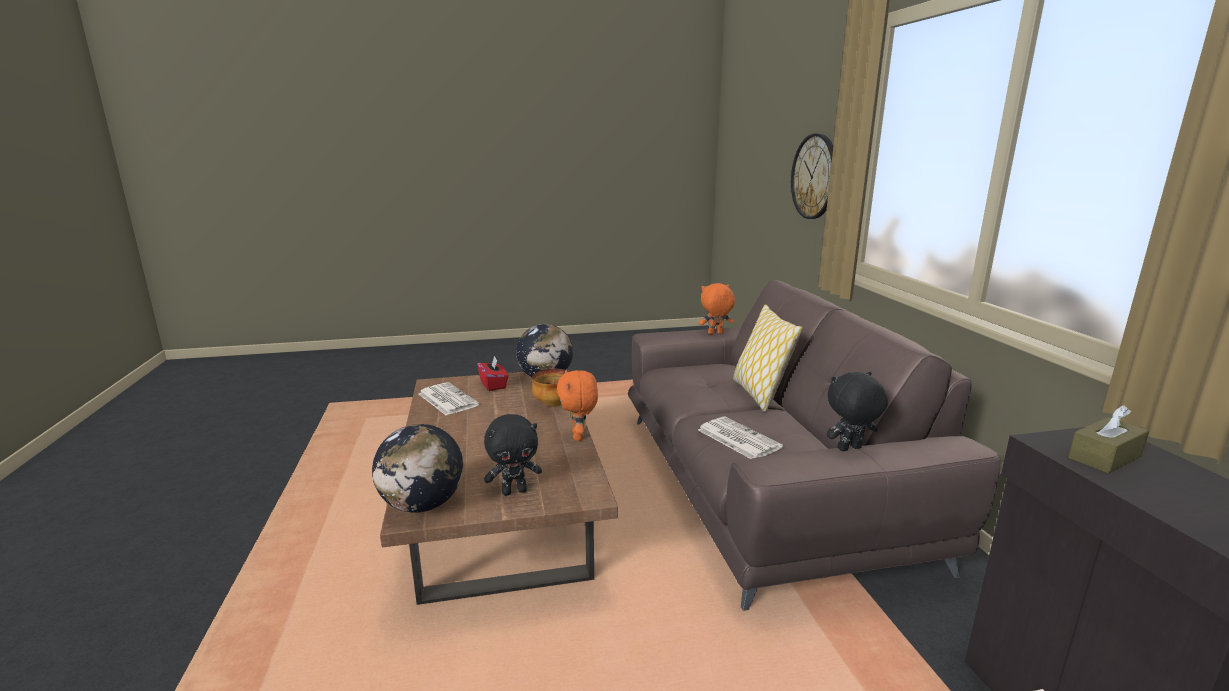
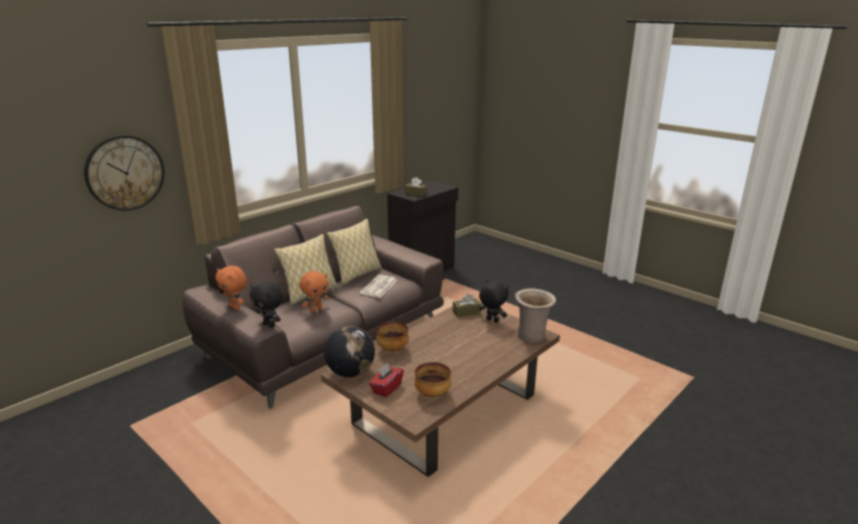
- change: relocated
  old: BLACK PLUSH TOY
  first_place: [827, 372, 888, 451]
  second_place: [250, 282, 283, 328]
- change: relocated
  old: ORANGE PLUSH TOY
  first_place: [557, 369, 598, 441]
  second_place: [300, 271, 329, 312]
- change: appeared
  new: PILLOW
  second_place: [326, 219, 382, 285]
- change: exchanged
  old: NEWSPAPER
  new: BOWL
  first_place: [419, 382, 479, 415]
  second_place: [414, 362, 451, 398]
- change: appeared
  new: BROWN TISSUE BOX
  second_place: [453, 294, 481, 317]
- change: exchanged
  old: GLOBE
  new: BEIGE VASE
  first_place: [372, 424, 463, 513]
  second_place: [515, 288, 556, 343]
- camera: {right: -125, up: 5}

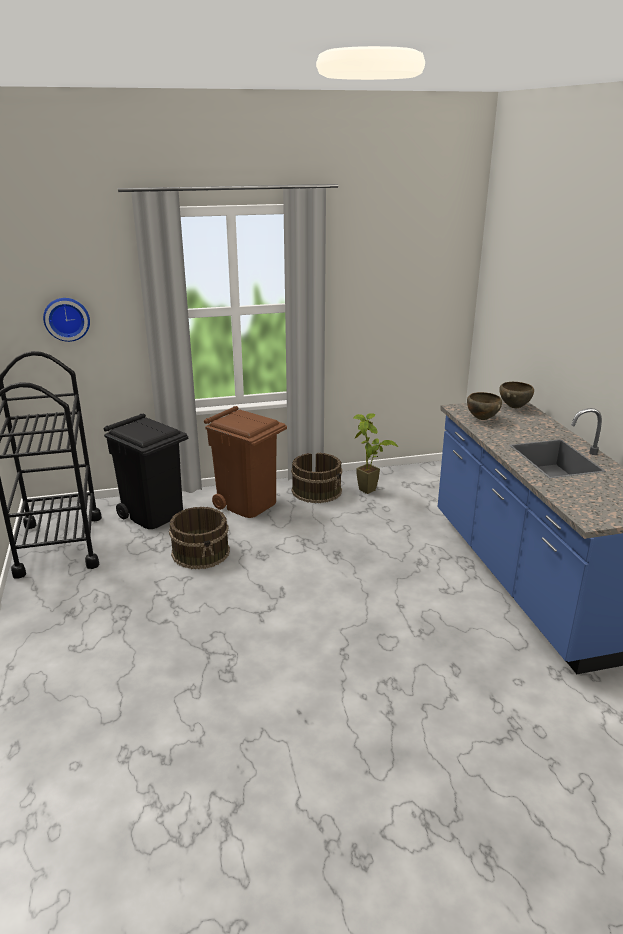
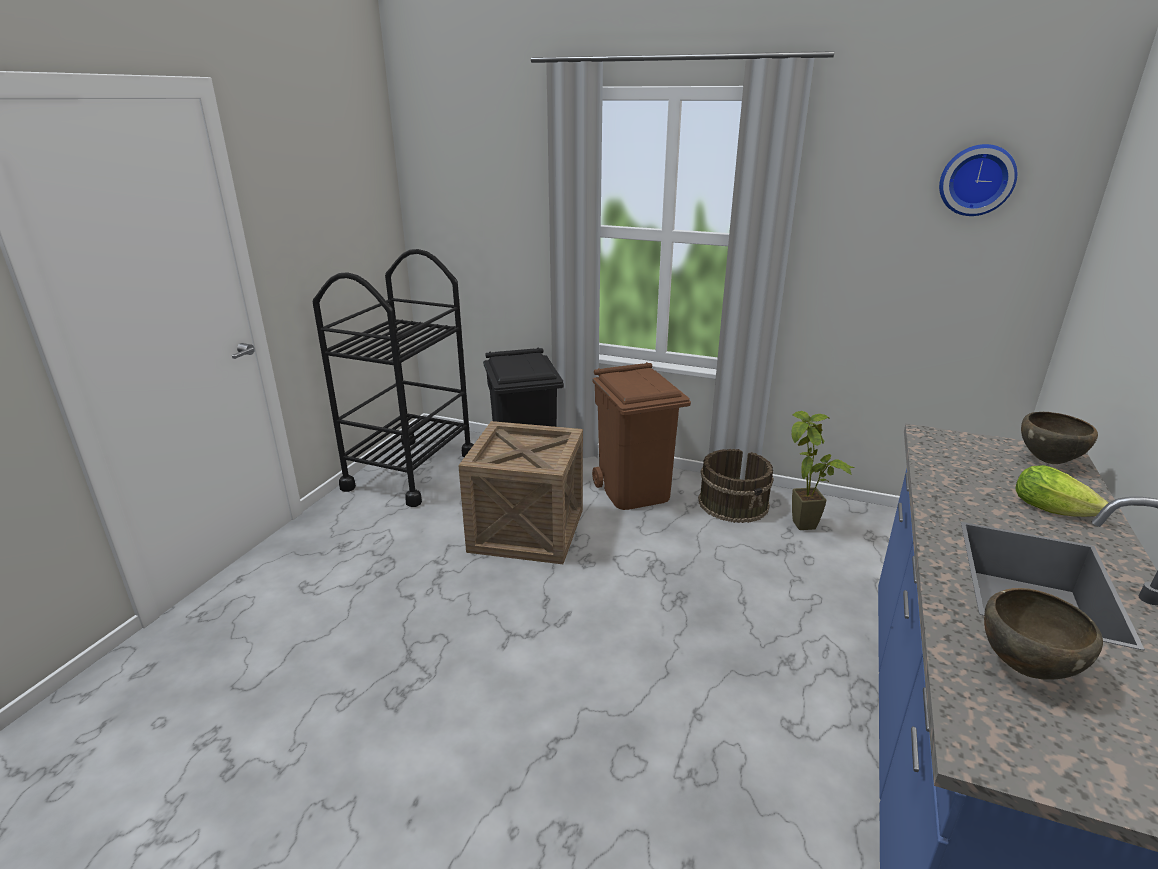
- change: exchanged
  old: BROWN BUCKET
  new: CRATE
  first_place: [169, 507, 230, 569]
  second_place: [458, 421, 583, 564]
- change: relocated
  old: WALL CLOCK
  first_place: [43, 298, 90, 342]
  second_place: [939, 144, 1017, 216]
- change: relocated
  old: BROWN BOWL
  first_place: [467, 392, 502, 420]
  second_place: [984, 588, 1103, 680]
- change: appeared
  new: LETTUCE
  second_place: [1016, 465, 1109, 517]
- camera: {right: 35, up: 0}

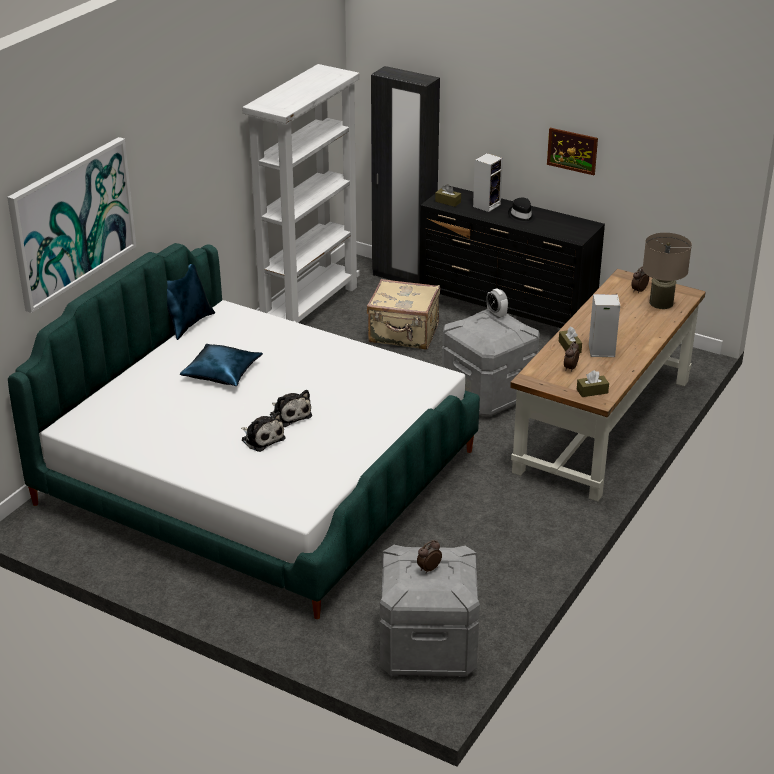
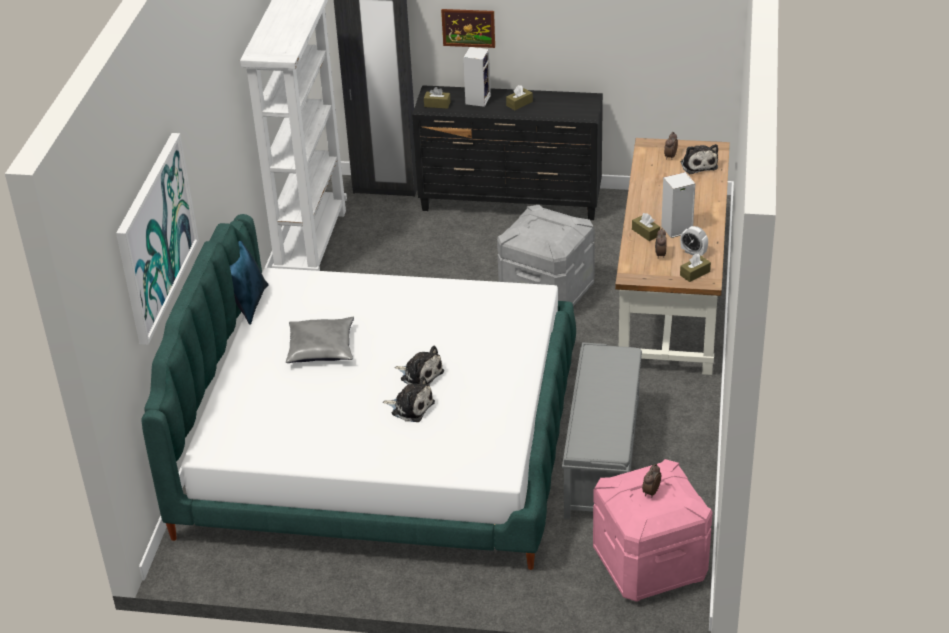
- change: colour
  old: BLUE PILLOW
  new: GREY PILLOW
  first_place: [180, 344, 263, 386]
  second_place: [286, 317, 354, 363]
- change: relocated
  old: PICTURE
  first_place: [547, 128, 598, 175]
  second_place: [441, 9, 495, 48]
- change: exchanged
  old: BLACK HAT
  new: BROWN TISSUE BOX
  first_place: [508, 198, 535, 223]
  second_place: [506, 85, 533, 110]
- change: appeared
  new: GREY BENCH
  second_place: [562, 342, 642, 519]
- change: colour
  old: GREY STORAGE BOX
  new: PINK STORAGE BOX
  first_place: [380, 545, 480, 677]
  second_place: [593, 459, 713, 602]
- change: relocated
  old: ALARM CLOCK
  first_place: [486, 289, 508, 318]
  second_place: [680, 226, 708, 256]
- change: exchanged
  old: BEIGE TABLE LAMP
  new: PLUSH TOY
  first_place: [643, 233, 692, 309]
  second_place: [681, 144, 718, 174]
- change: missing
  old: BEIGE SUITCASE
  first_place: [367, 279, 440, 349]
- camera: {right: -20, up: 5}

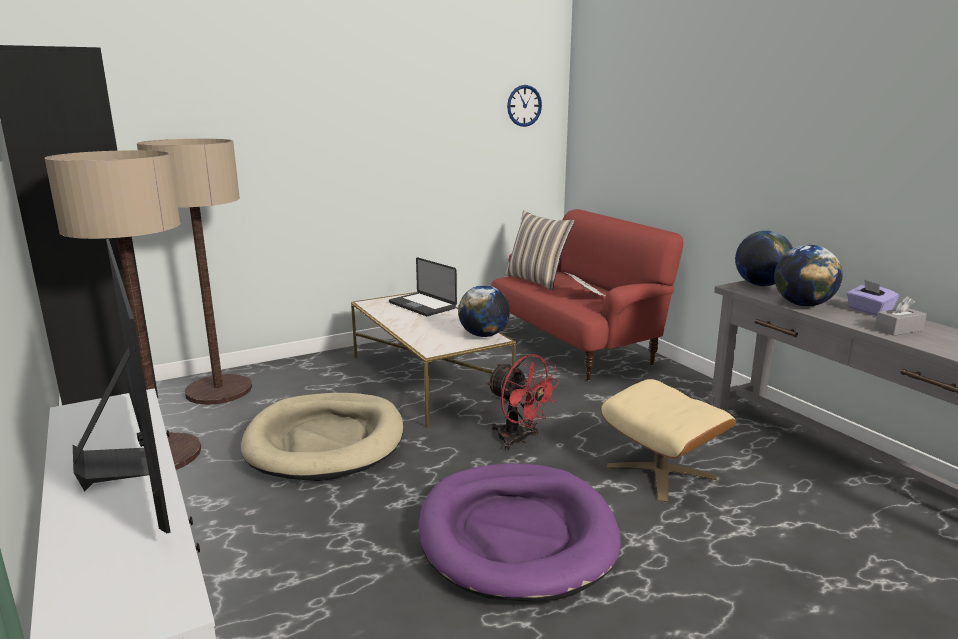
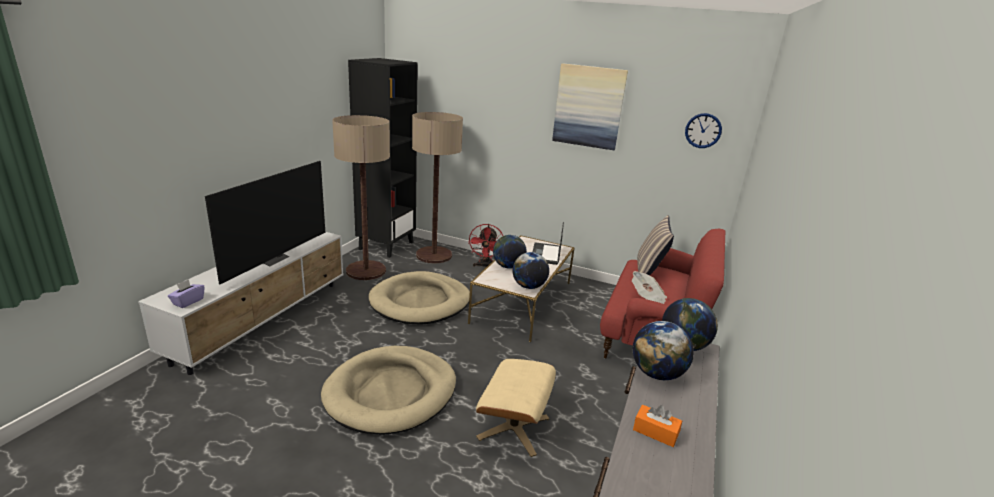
- change: relocated
  old: PURPLE TISSUE BOX
  first_place: [847, 280, 899, 316]
  second_place: [168, 279, 205, 308]
- change: colour
  old: PURPLE DOG BED
  new: BEIGE DOG BED
  first_place: [418, 463, 621, 602]
  second_place: [321, 346, 456, 435]
- change: relocated
  old: RED FAN
  first_place: [486, 354, 560, 451]
  second_place: [468, 224, 503, 268]
- change: appeared
  new: GLOBE
  second_place: [493, 235, 527, 269]
- change: appeared
  new: PICTURE
  second_place: [552, 63, 628, 150]
- change: colour
  old: GREY TISSUE BOX
  new: ORANGE TISSUE BOX
  first_place: [874, 296, 927, 336]
  second_place: [633, 405, 682, 447]
- camera: {right: 50, up: 5}

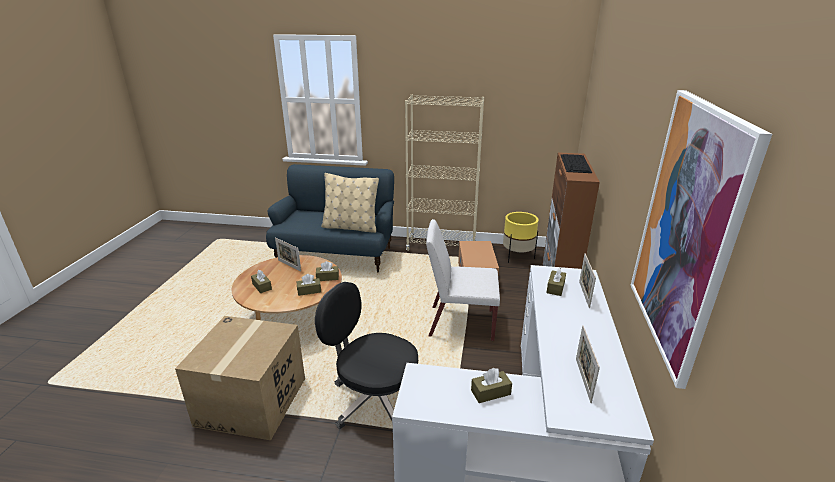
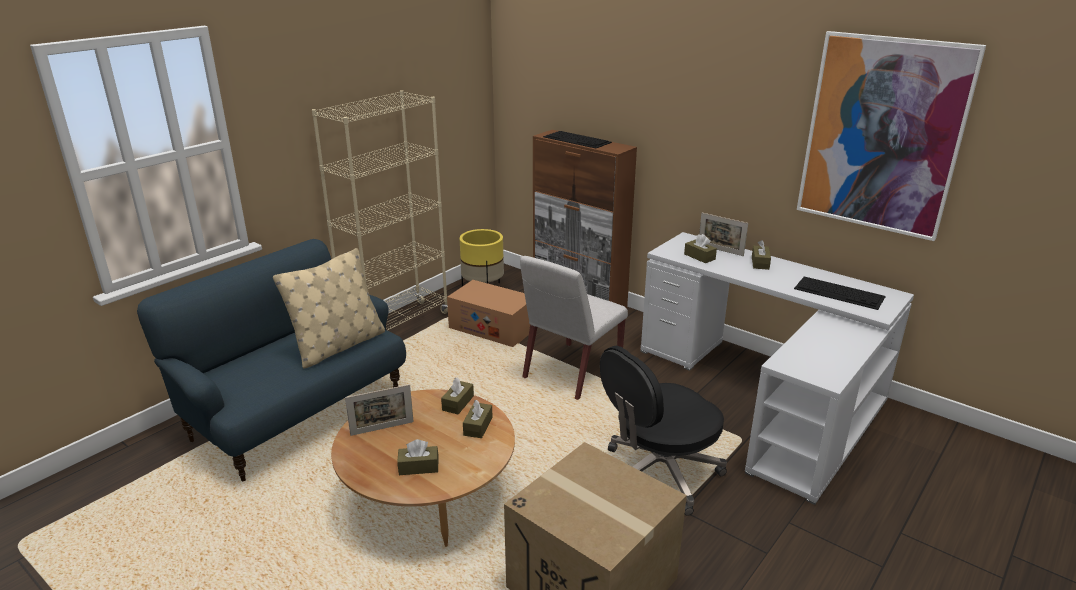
- change: relocated
  old: BROWN TISSUE BOX
  first_place: [471, 368, 512, 403]
  second_place: [752, 240, 771, 270]
- change: exchanged
  old: PICTURE FRAME
  new: KEYBOARD
  first_place: [576, 325, 600, 403]
  second_place: [794, 276, 886, 310]
- camera: {right: -60, up: 0}

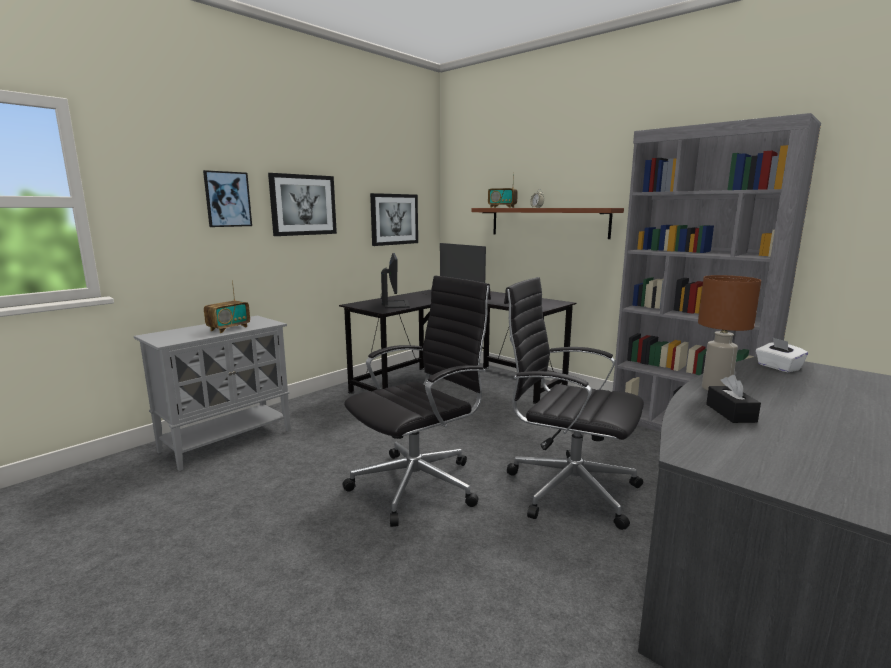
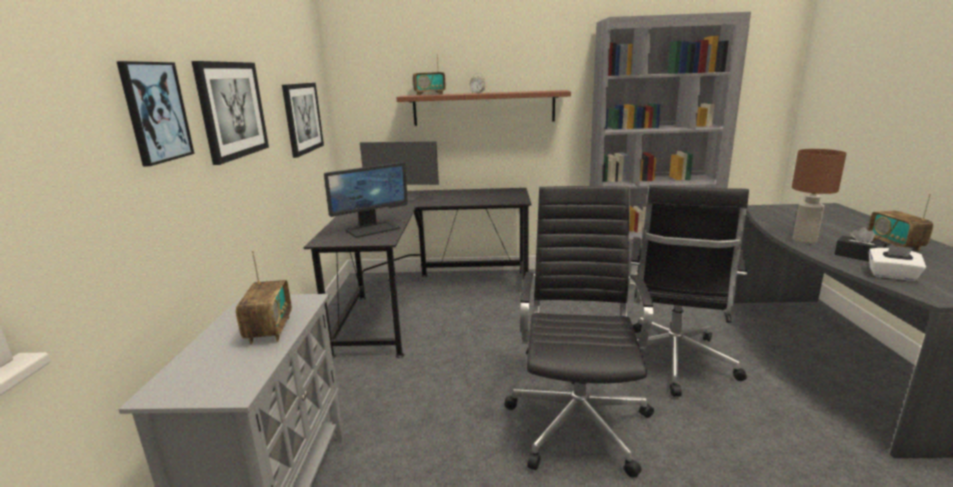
- change: spun
  old: MONITOR
  first_place: [381, 253, 410, 308]
  second_place: [324, 162, 408, 238]
  degrees: 105
- change: spun
  old: BLACK OFFICE CHAIR
  first_place: [504, 277, 644, 530]
  second_place: [630, 185, 749, 397]
  degrees: -60
- change: appeared
  new: RADIO
  second_place: [868, 194, 933, 251]
- change: relocated
  old: WHITE TISSUE BOX
  first_place: [756, 338, 808, 372]
  second_place: [869, 245, 926, 281]
- camera: {right: -40, up: 5}

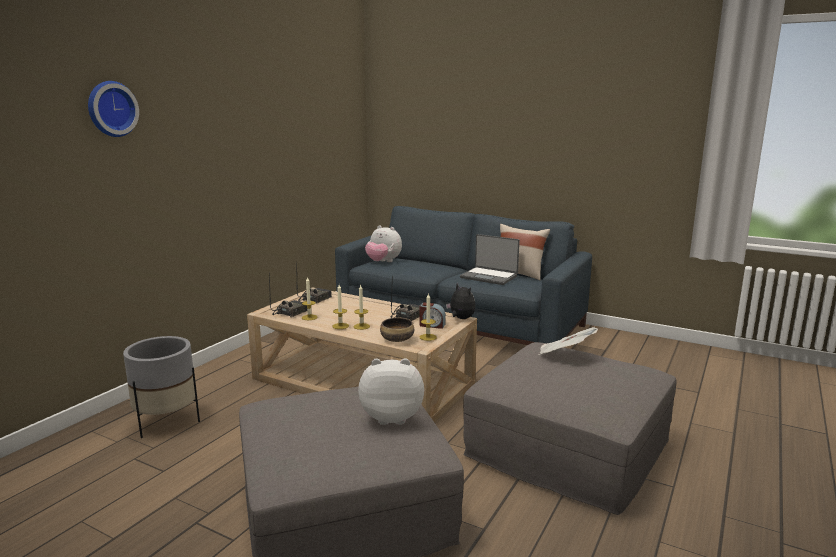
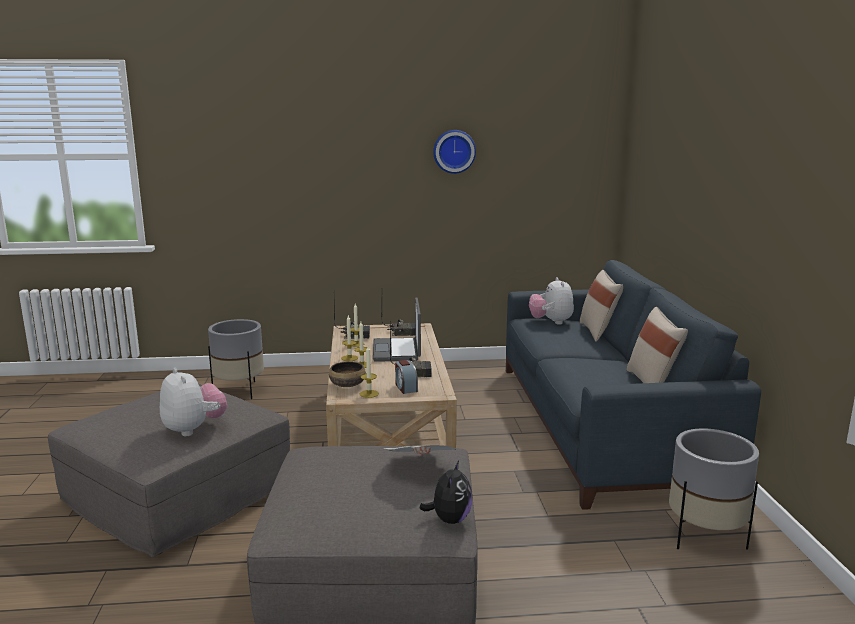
- change: relocated
  old: LAPTOP
  first_place: [460, 234, 520, 285]
  second_place: [373, 298, 421, 362]
- change: relocated
  old: PLUSH TOY
  first_place: [446, 283, 476, 319]
  second_place: [419, 461, 473, 524]
- change: relocated
  old: WALL CLOCK
  first_place: [88, 81, 139, 137]
  second_place: [433, 130, 476, 174]
- change: appeared
  new: BEIGE PILLOW
  second_place: [580, 270, 623, 342]
- change: appeared
  new: GREY PLANTER
  second_place: [669, 428, 759, 550]
- camera: {right: 55, up: 0}

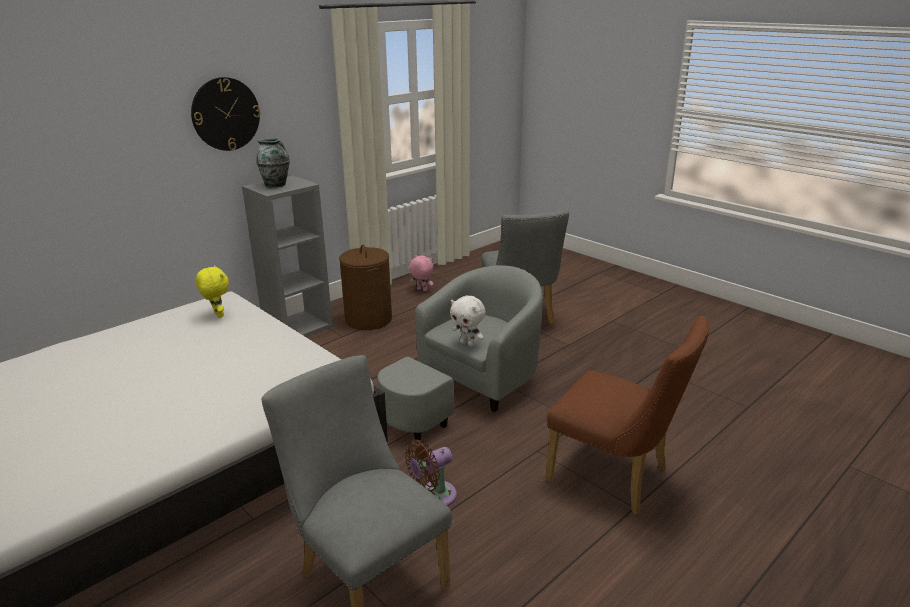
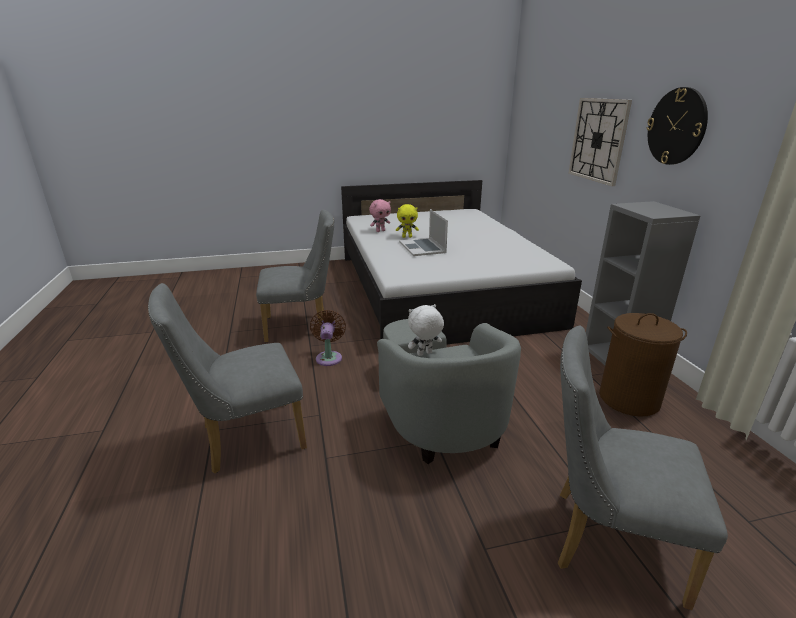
- change: colour
  old: BROWN CHAIR
  new: GREY CHAIR
  first_place: [545, 316, 709, 514]
  second_place: [148, 283, 307, 474]
- change: relocated
  old: PINK PLUSH TOY
  first_place: [409, 255, 433, 291]
  second_place: [369, 199, 391, 232]
- change: relocated
  old: YELLOW PLUSH TOY
  first_place: [195, 265, 229, 318]
  second_place: [396, 204, 419, 238]
- change: appeared
  new: LAPTOP
  second_place: [399, 209, 448, 256]
- change: appeared
  new: WALL CLOCK
  second_place: [569, 98, 632, 186]
- change: missing
  old: VASE
  first_place: [256, 138, 290, 188]
- camera: {right: 120, up: 0}

